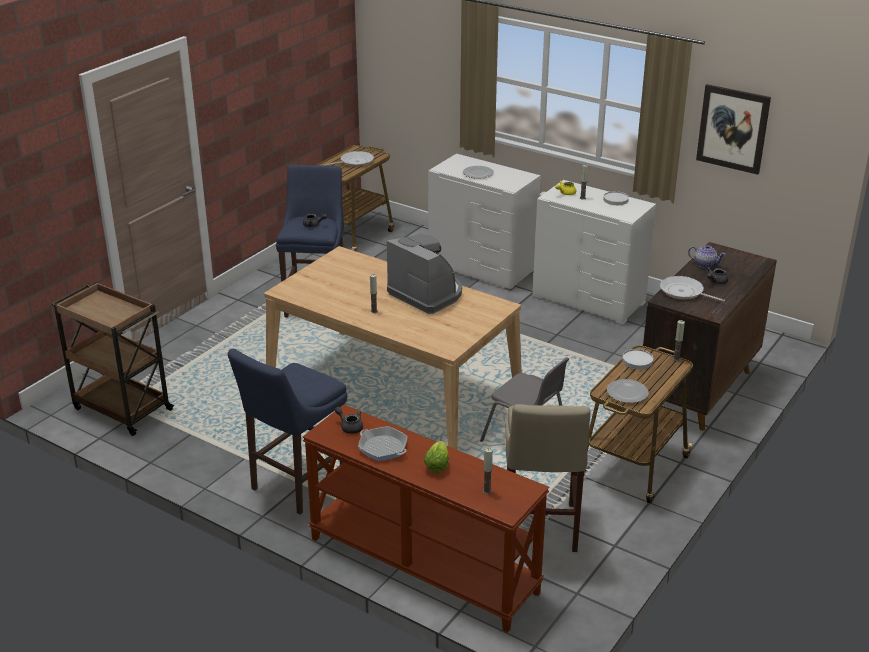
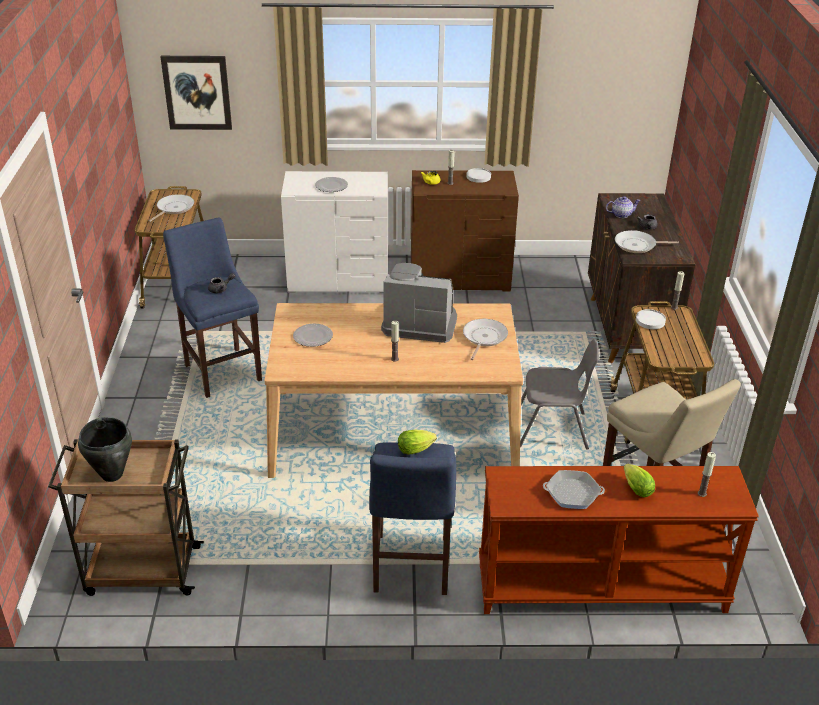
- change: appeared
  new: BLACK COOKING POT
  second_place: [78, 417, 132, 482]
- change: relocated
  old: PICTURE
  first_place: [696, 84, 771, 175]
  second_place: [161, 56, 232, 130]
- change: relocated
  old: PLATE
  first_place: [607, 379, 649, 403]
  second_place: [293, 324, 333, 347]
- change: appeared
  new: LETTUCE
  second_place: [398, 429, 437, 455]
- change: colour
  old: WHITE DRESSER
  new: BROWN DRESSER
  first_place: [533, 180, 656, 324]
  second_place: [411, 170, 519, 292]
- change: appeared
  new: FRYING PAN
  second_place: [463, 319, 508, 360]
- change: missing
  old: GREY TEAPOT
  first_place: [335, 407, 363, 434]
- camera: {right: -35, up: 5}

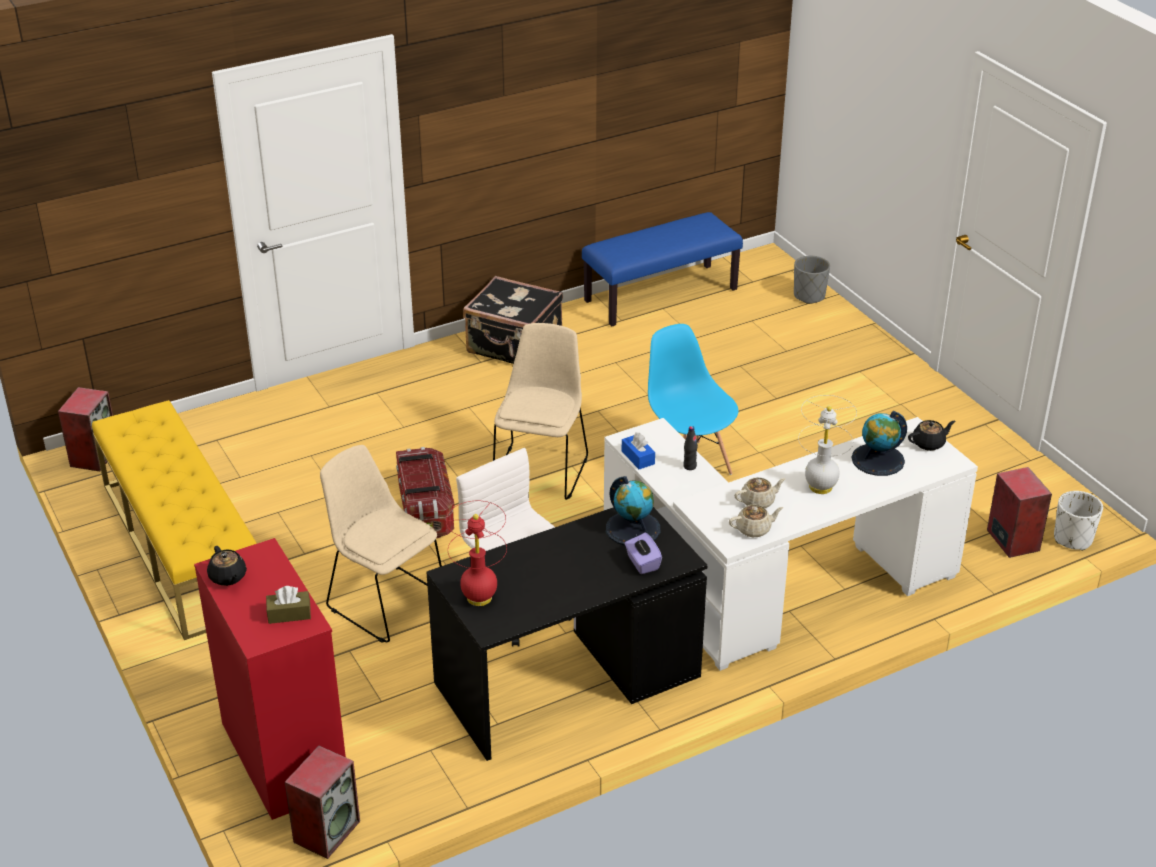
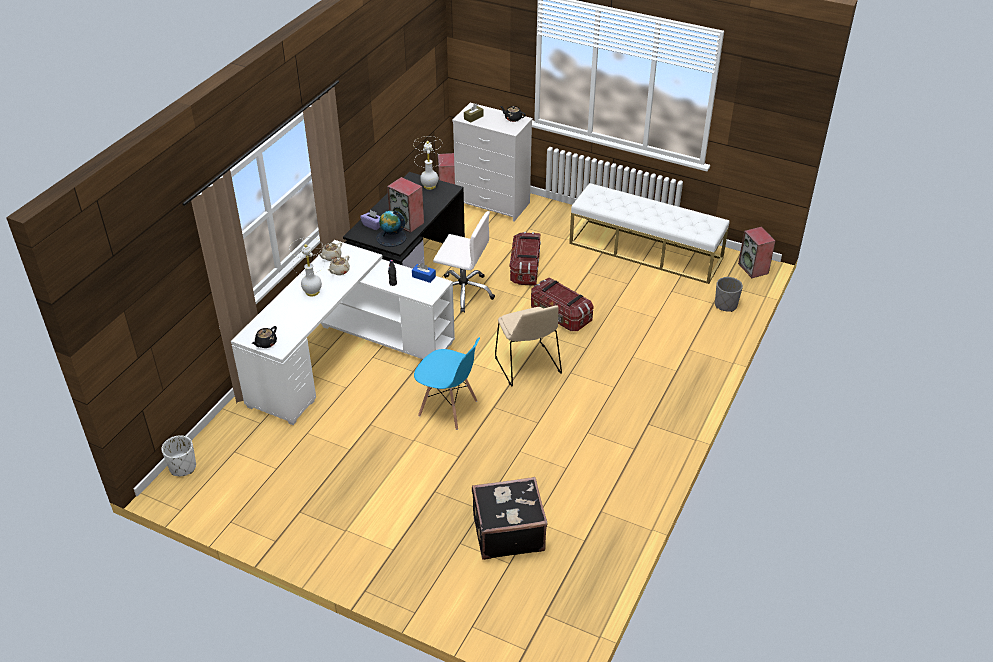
- change: relocated
  old: SPEAKER
  first_place: [987, 467, 1052, 558]
  second_place: [387, 177, 424, 233]
- change: colour
  old: RED TABLE LAMP
  new: WHITE TABLE LAMP
  first_place: [446, 501, 507, 606]
  second_place: [413, 136, 443, 190]
- change: colour
  old: RED DRESSER
  new: WHITE DRESSER
  first_place: [194, 538, 346, 820]
  second_place: [452, 103, 533, 222]
- change: relocated
  old: BLACK SUITCASE
  first_place: [463, 276, 563, 364]
  second_place: [472, 477, 548, 560]
- change: exchanged
  old: BEIGE CHAIR
  new: STORAGE BOX
  first_place: [320, 445, 442, 643]
  second_place: [510, 232, 541, 286]
- change: colour
  old: YELLOW BENCH
  new: WHITE BENCH
  first_place: [92, 400, 257, 640]
  second_place: [569, 183, 729, 284]
- change: relocated
  old: GREY PLANTER
  first_place: [794, 256, 830, 304]
  second_place: [715, 277, 743, 312]
- change: missing
  old: BLUE BENCH
  first_place: [582, 212, 743, 326]
- change: missing
  old: GLOBE
  first_place: [851, 411, 907, 476]
- camera: {right: 145, up: 5}

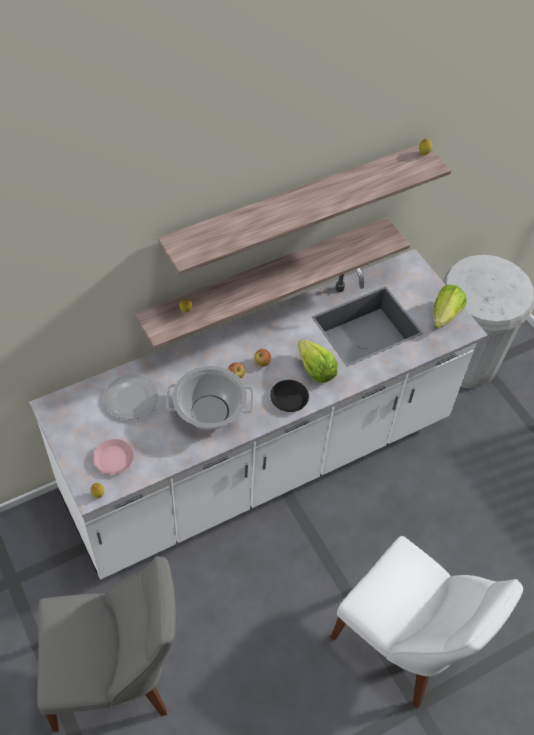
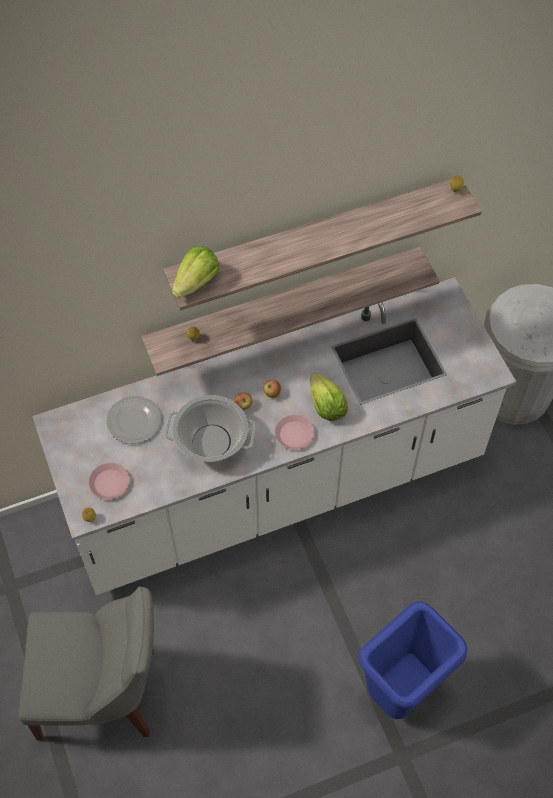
- change: relocated
  old: LETTUCE
  first_place: [434, 285, 467, 328]
  second_place: [172, 246, 219, 299]
- change: colour
  old: BLACK PLATE
  new: PINK PLATE
  first_place: [270, 380, 309, 412]
  second_place: [275, 415, 315, 450]
- change: exchanged
  old: WHITE CHAIR
  new: BLUE TRASH CAN
  first_place: [331, 536, 523, 708]
  second_place: [358, 601, 468, 719]
- camera: {right: 10, up: 5}

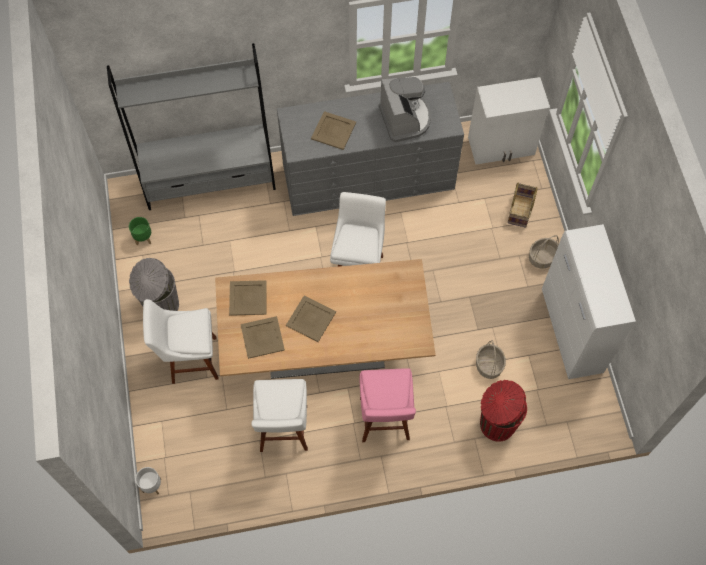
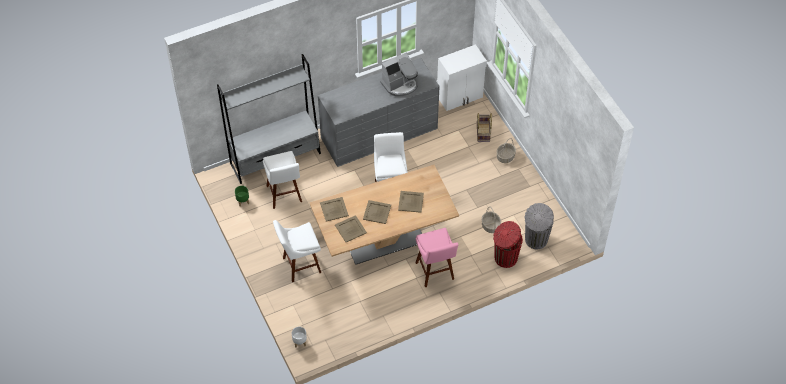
- change: relocated
  old: WHITE STOOL
  first_place: [251, 379, 308, 452]
  second_place: [263, 151, 302, 209]
- change: spun
  old: COFFEE MACHINE
  first_place: [379, 77, 431, 143]
  second_place: [380, 53, 418, 97]
  degrees: 90
- change: relocated
  old: BEIGE TRAY
  first_place: [311, 111, 356, 150]
  second_place: [398, 191, 424, 213]
- change: relocated
  old: GREY TRASH CAN
  first_place: [129, 258, 179, 311]
  second_place: [524, 203, 554, 249]
- change: missing
  old: WHITE CABINET
  first_place: [542, 224, 636, 379]
- camera: {right: -15, up: -10}

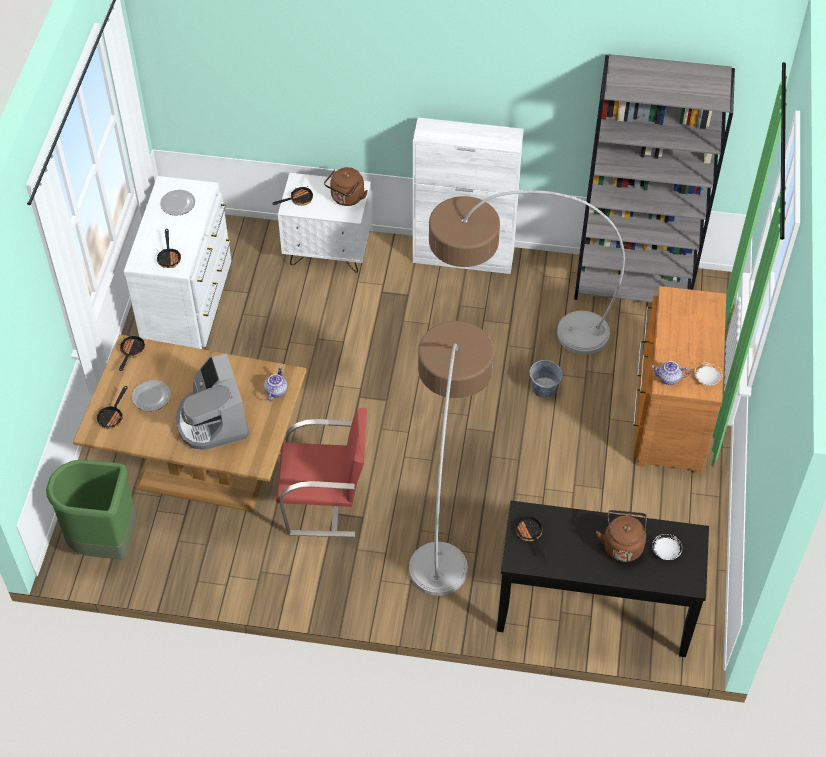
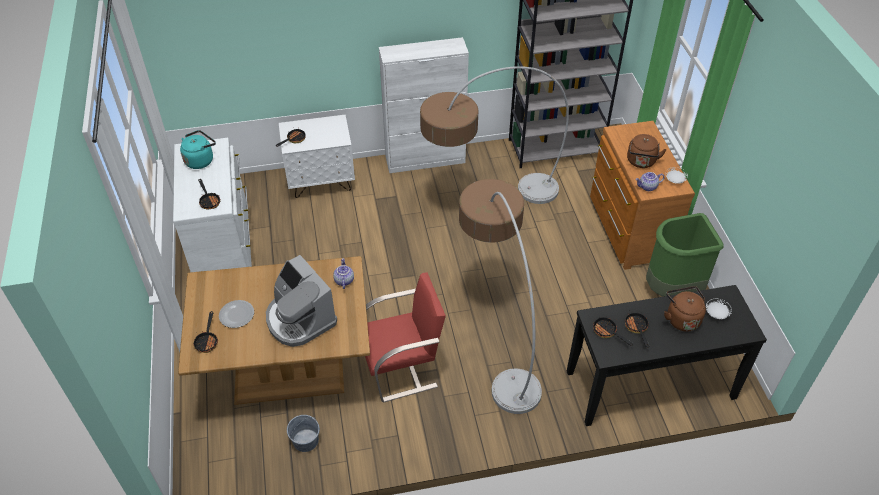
- change: exchanged
  old: PLATE
  new: TURQUOISE KETTLE
  first_place: [160, 190, 195, 216]
  second_place: [180, 130, 216, 169]
- change: relocated
  old: GREY BUCKET
  first_place: [529, 360, 563, 398]
  second_place: [287, 415, 320, 452]
- change: relocated
  old: FRYING PAN
  first_place: [119, 336, 145, 371]
  second_place: [625, 313, 650, 347]
- change: relocated
  old: BROWN KETTLE
  first_place: [324, 167, 368, 206]
  second_place: [627, 134, 667, 168]
- change: relocated
  old: GREEN TRASH CAN
  first_place: [46, 460, 137, 559]
  second_place: [646, 213, 724, 297]
- camera: {right: -20, up: -5}

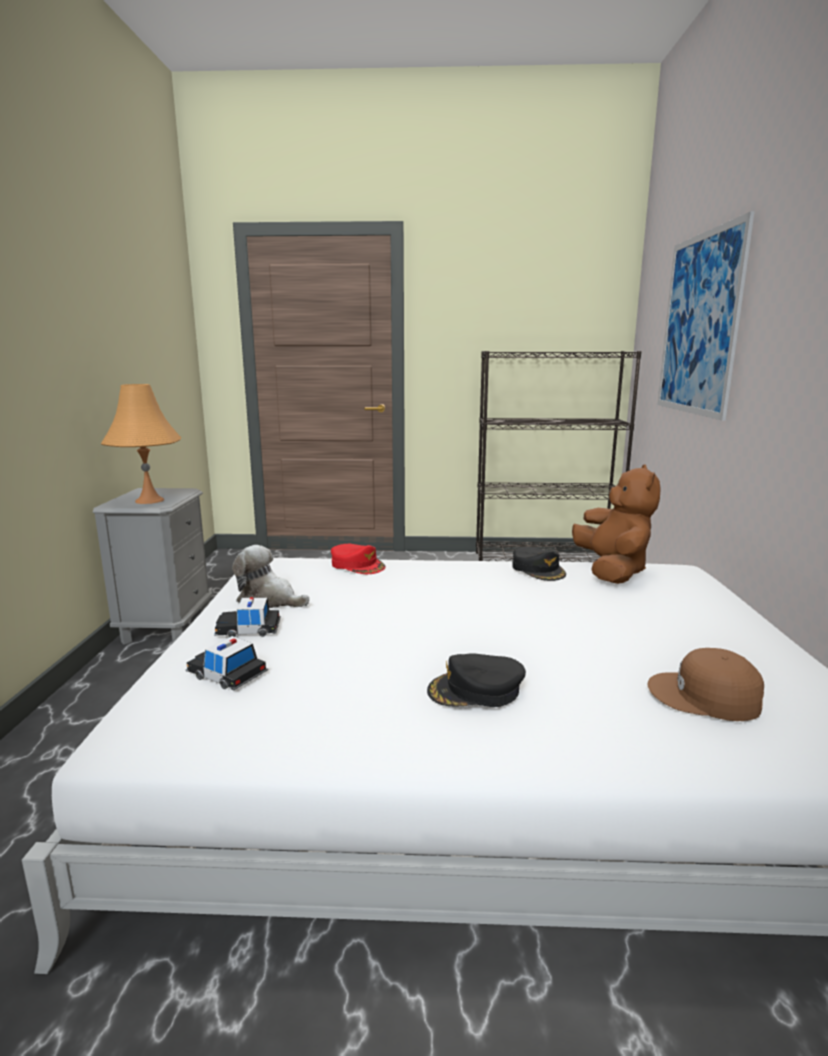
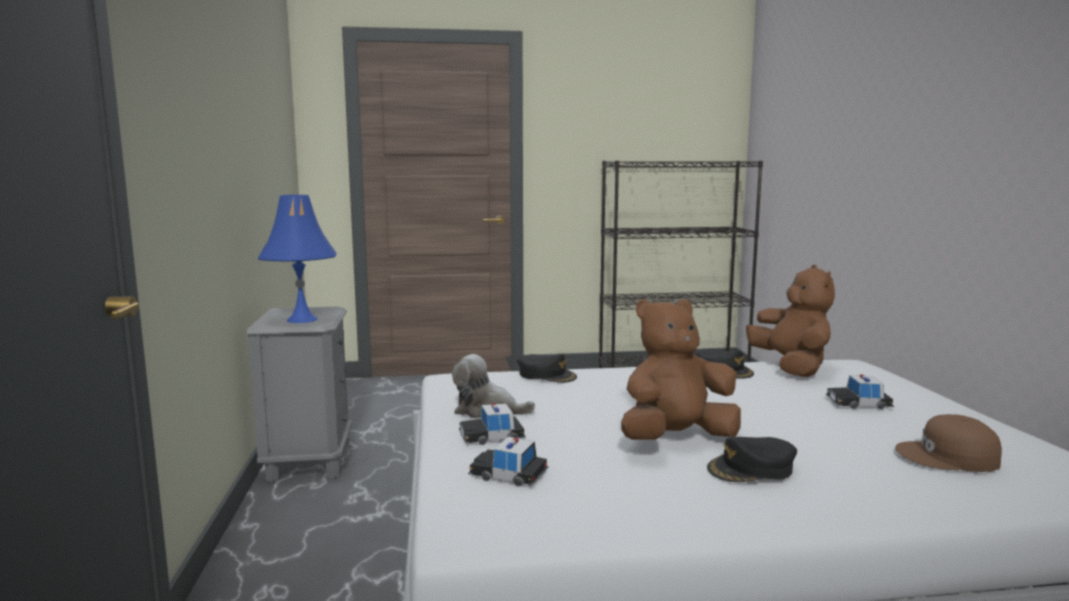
- change: colour
  old: ORANGE TABLE LAMP
  new: BLUE TABLE LAMP
  first_place: [101, 384, 181, 504]
  second_place: [258, 195, 337, 323]
- change: colour
  old: RED CAP
  new: BLACK CAP
  first_place: [331, 544, 385, 574]
  second_place: [517, 354, 577, 383]
- change: appeared
  new: BROWN PLUSH TOY
  second_place: [621, 299, 741, 440]
- change: appeared
  new: TOY CAR
  second_place: [826, 375, 894, 409]
- change: missing
  old: PICTURE
  first_place: [657, 211, 755, 421]
- camera: {right: -10, up: -5}

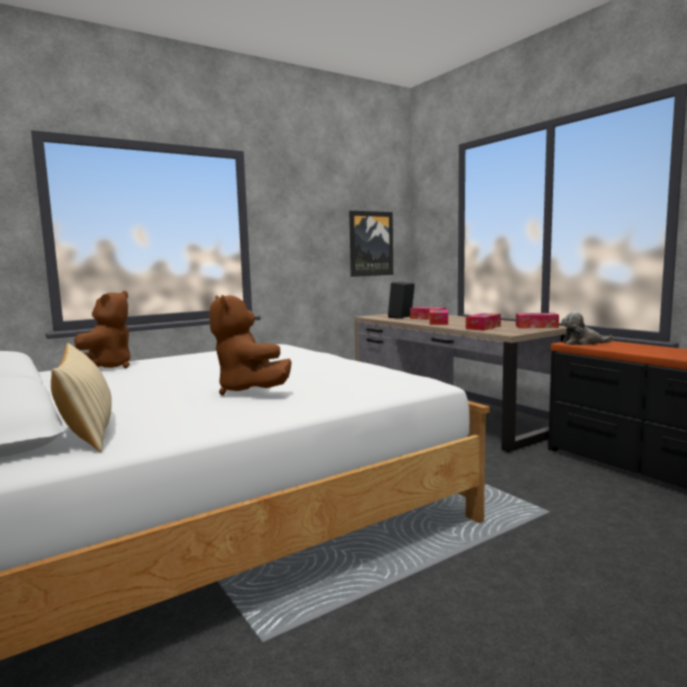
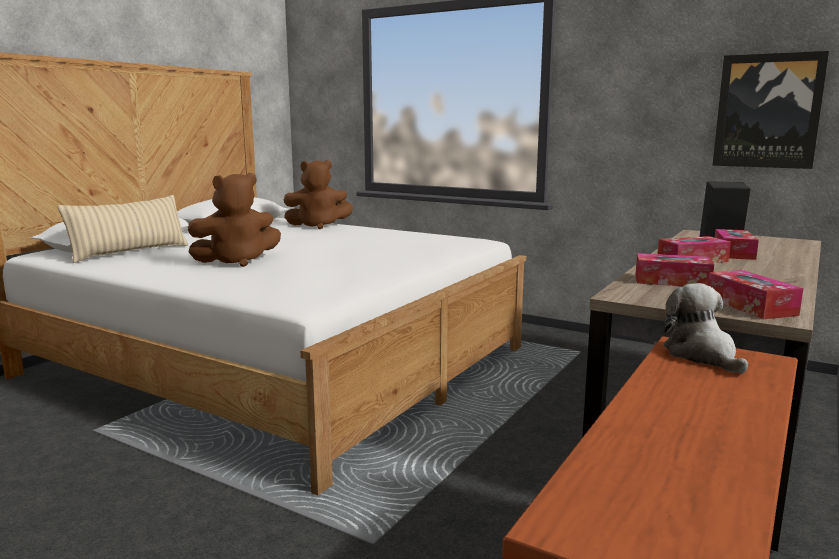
- change: spun
  old: BROWN PLUSH TOY
  first_place: [209, 295, 292, 396]
  second_place: [188, 173, 281, 267]
  degrees: -150
- camera: {right: 65, up: 5}

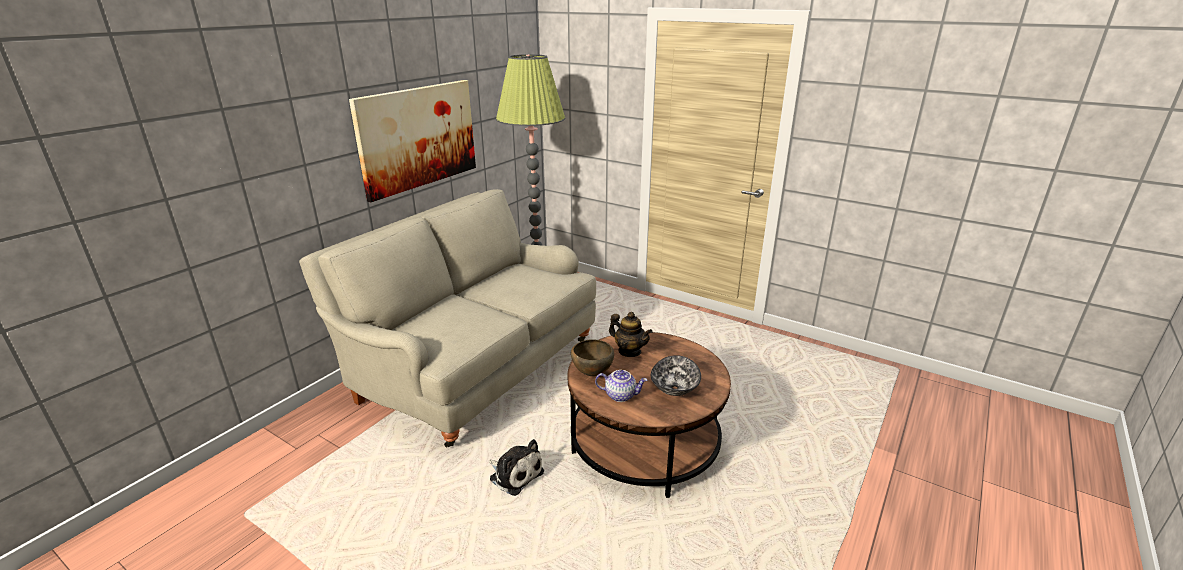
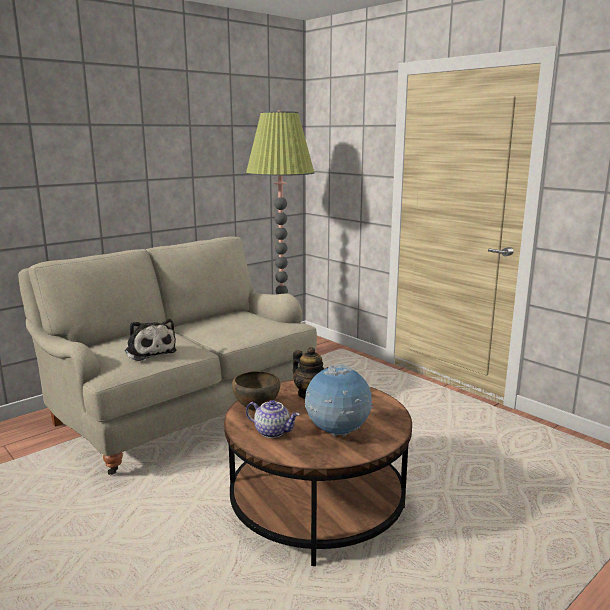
- change: relocated
  old: PLUSH TOY
  first_place: [489, 439, 544, 496]
  second_place: [125, 319, 177, 361]
- change: exchanged
  old: BOWL
  new: GLOBE
  first_place: [651, 355, 701, 396]
  second_place: [305, 364, 373, 437]
- change: missing
  old: PICTURE
  first_place: [349, 80, 476, 202]
- camera: {right: 15, up: -10}

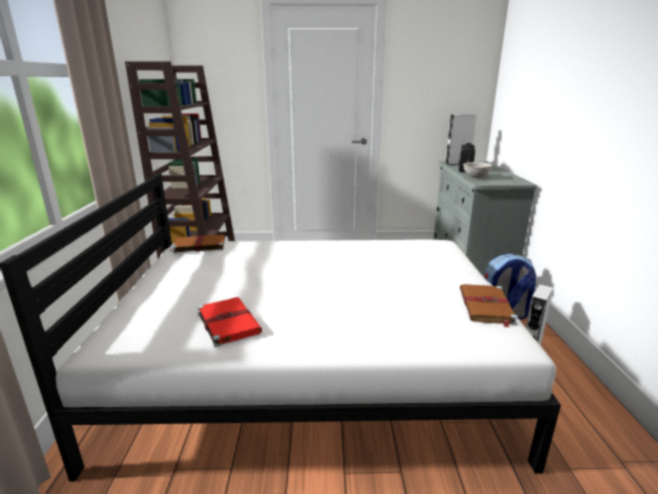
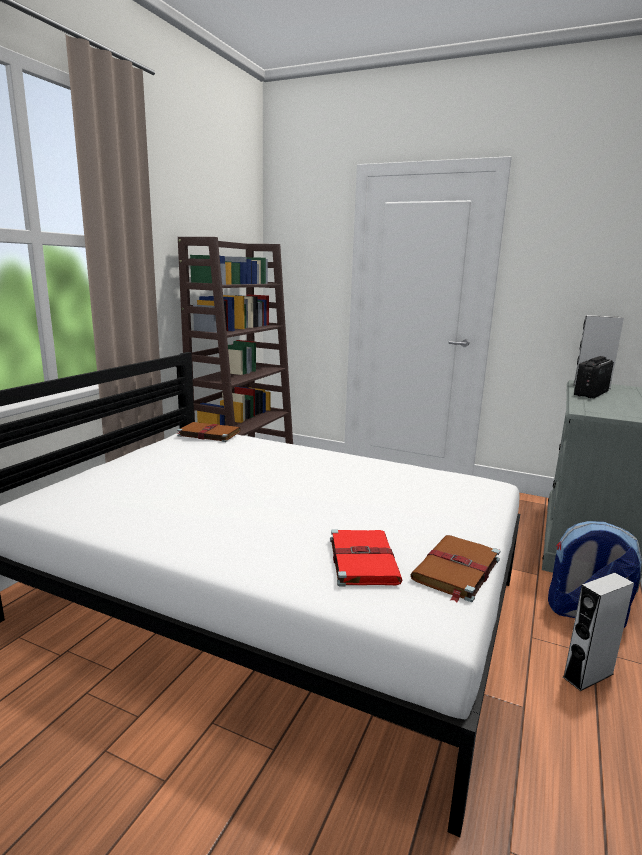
- change: relocated
  old: RED BOOK
  first_place: [197, 297, 262, 347]
  second_place: [330, 529, 403, 586]
- change: missing
  old: GREY BOWL
  first_place: [463, 162, 492, 178]
- camera: {right: 25, up: -5}

